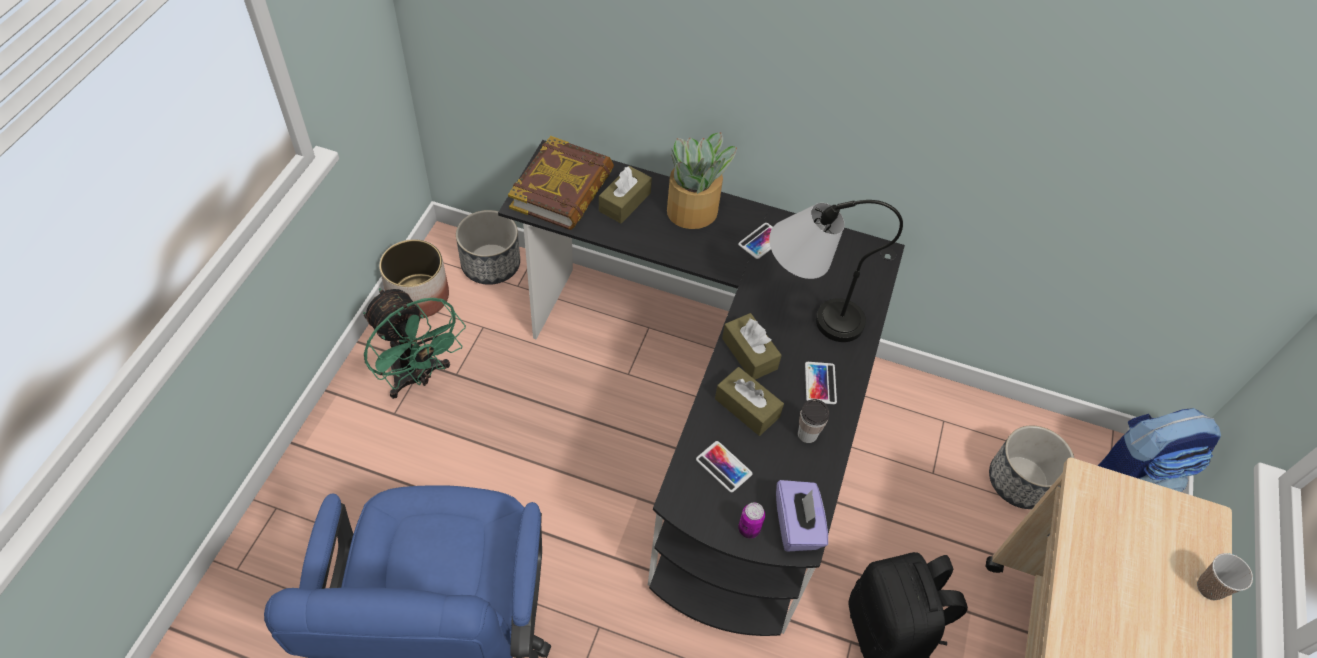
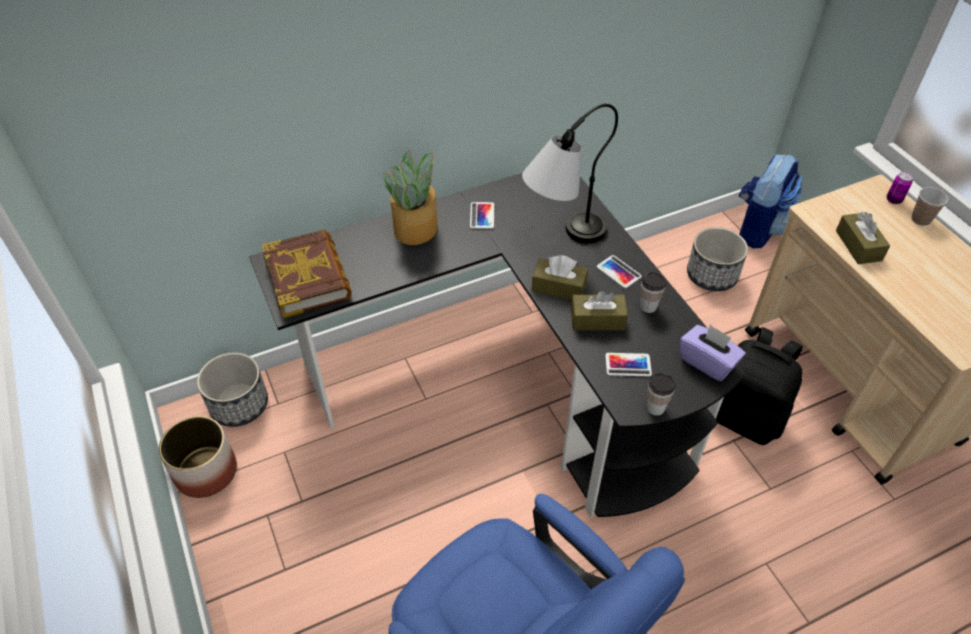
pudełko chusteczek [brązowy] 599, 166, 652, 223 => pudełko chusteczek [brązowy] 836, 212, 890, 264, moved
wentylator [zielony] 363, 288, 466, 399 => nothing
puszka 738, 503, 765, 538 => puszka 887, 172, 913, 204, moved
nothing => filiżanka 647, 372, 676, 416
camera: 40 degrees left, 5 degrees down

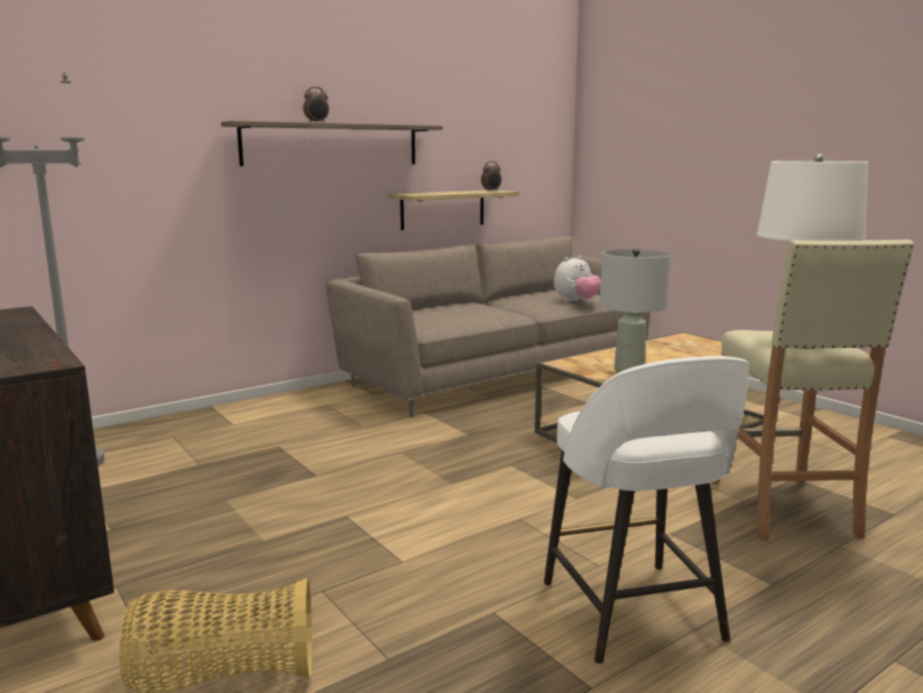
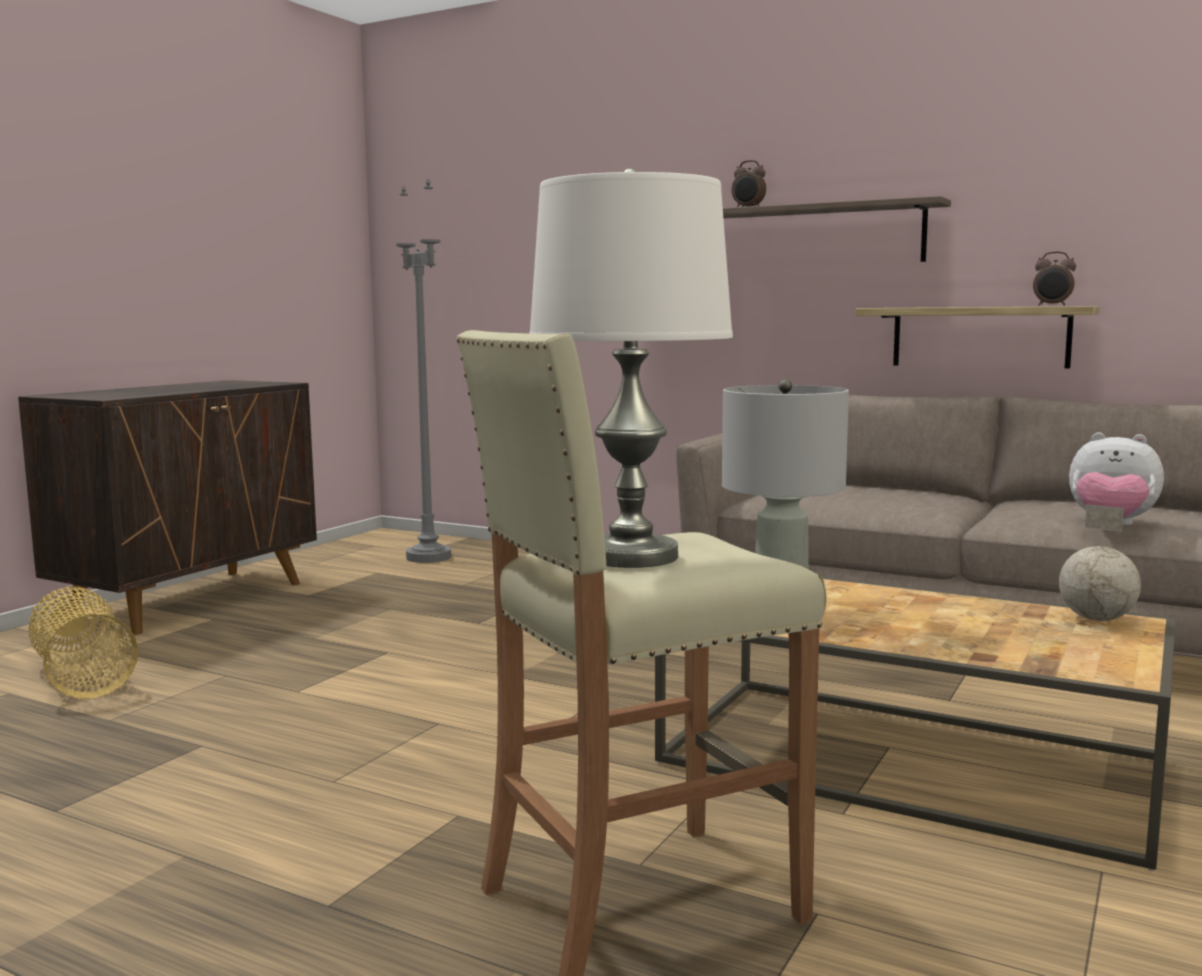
stołek [biały] 544, 356, 750, 664 => nothing
nothing => globus 1059, 505, 1141, 621
camera: 65 degrees right, 5 degrees down

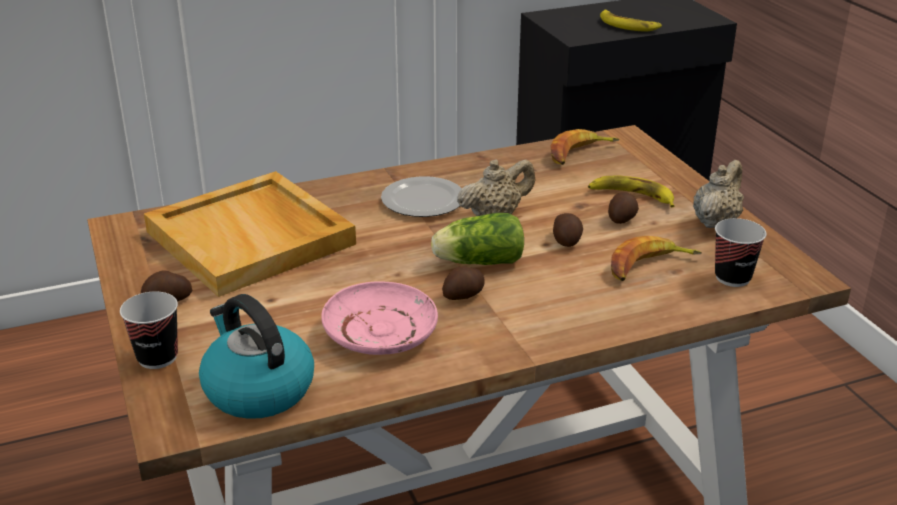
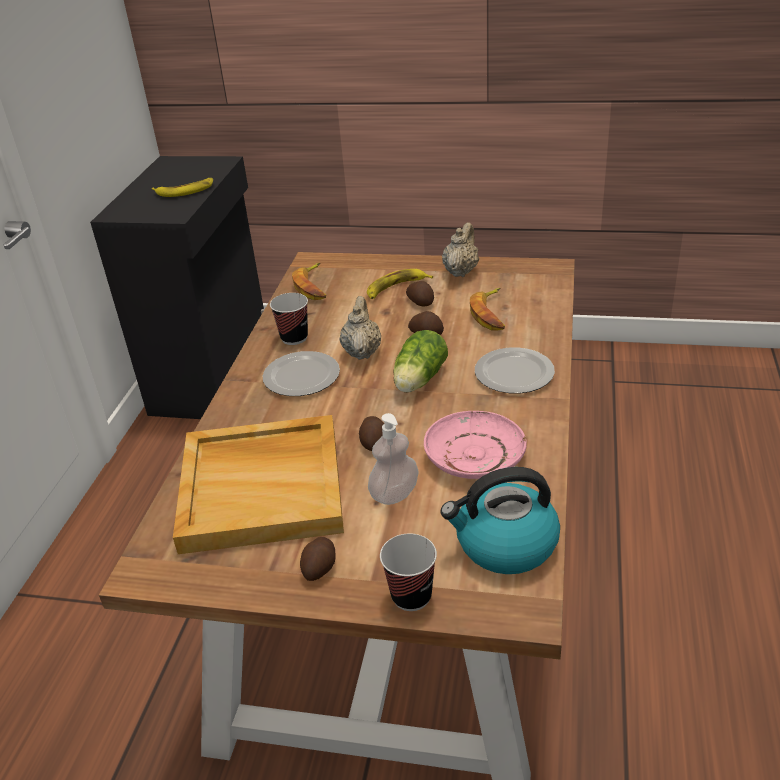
imbryk [beżowy] 693, 160, 744, 228 => imbryk [beżowy] 442, 222, 479, 277, 45 degrees clockwise
filiżanka 715, 218, 767, 287 => filiżanka 270, 293, 308, 345, moved
ziemniak 442, 266, 485, 300 => ziemniak 359, 416, 384, 451, moved
nothing => talerz 475, 347, 555, 394
nothing => dozownik mydła 368, 413, 419, 505
camera: 55 degrees left, 5 degrees up

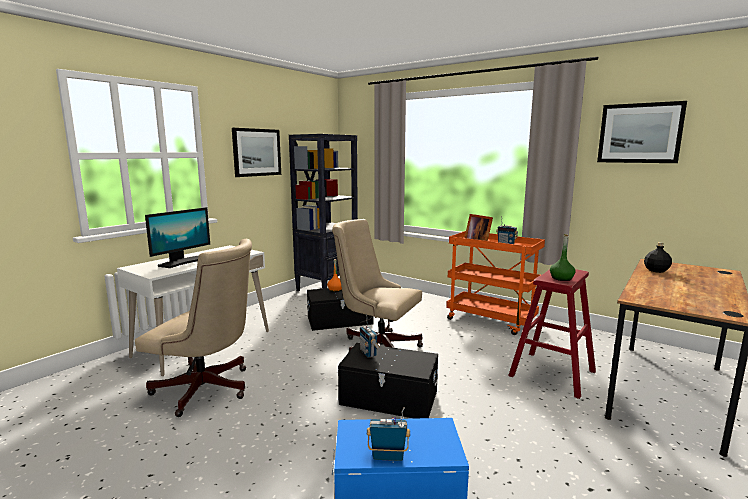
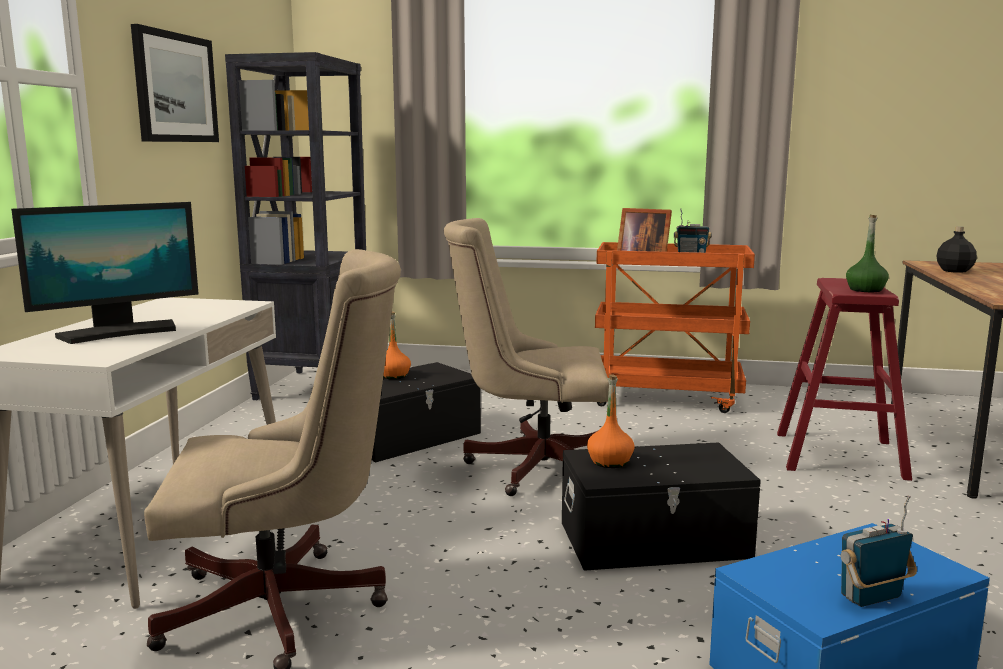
obraz 597, 101, 687, 163 => nothing
monitor 145, 207, 210, 268 => monitor 11, 202, 198, 344, 45 degrees clockwise
radio 360, 314, 380, 358 => butelka [pomarańczowy] 587, 374, 635, 468
camera: 25 degrees left, 0 degrees up

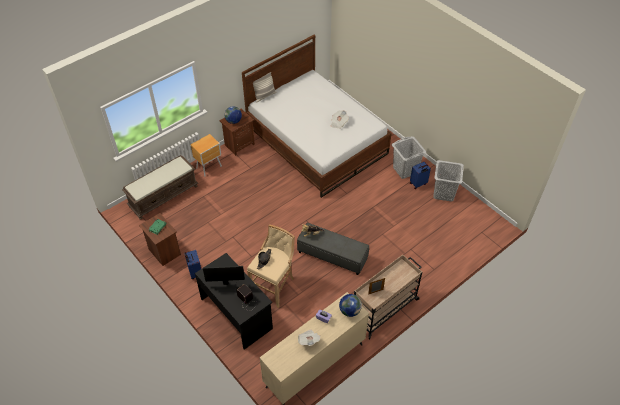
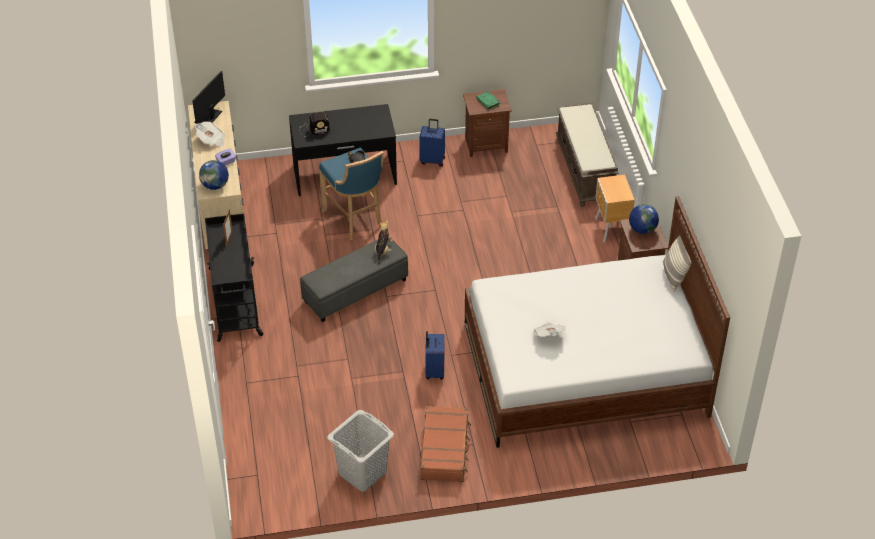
kosz na pranie [szary] 392, 136, 426, 179 => walizka [brązowy] 421, 406, 471, 482
walizka [niebieski] 410, 162, 431, 189 => walizka [niebieski] 425, 331, 445, 379, moved
stołek [beżowy] 247, 224, 295, 308 => stołek [niebieski] 319, 148, 384, 240
wózek [beżowy] 354, 255, 422, 339 => wózek [czarny] 205, 213, 263, 342
monitor 203, 266, 245, 294 => monitor 192, 71, 225, 124, moved
camera: 120 degrees right, 5 degrees down

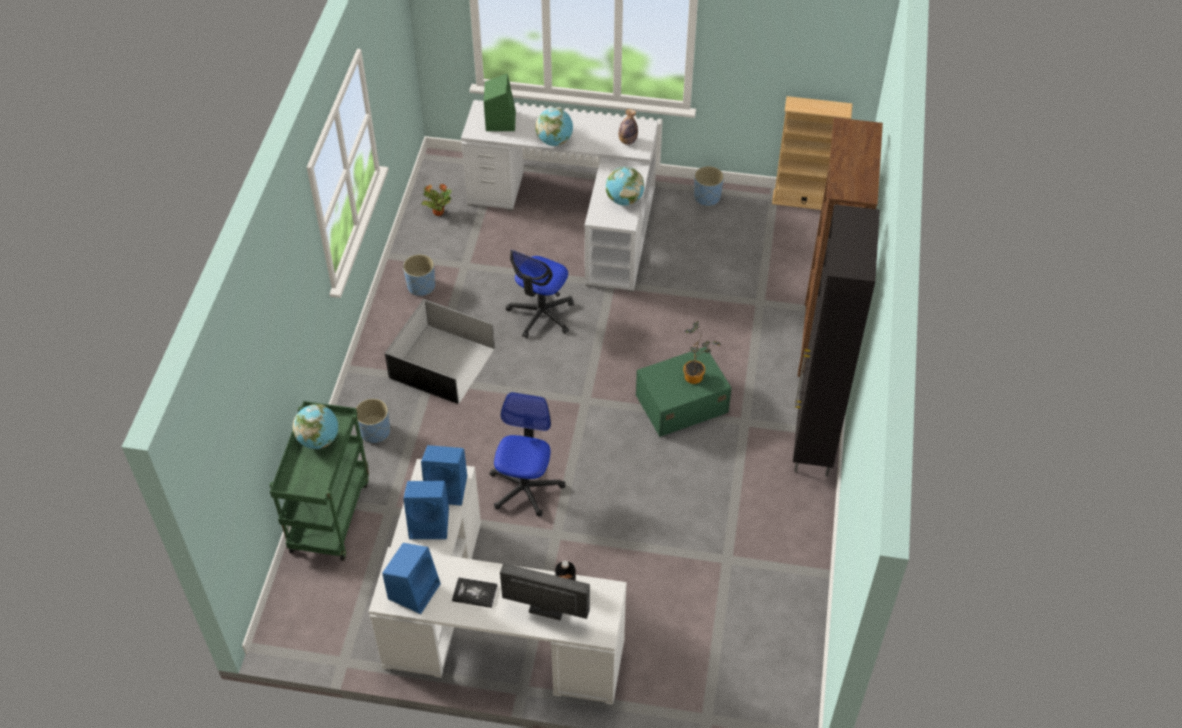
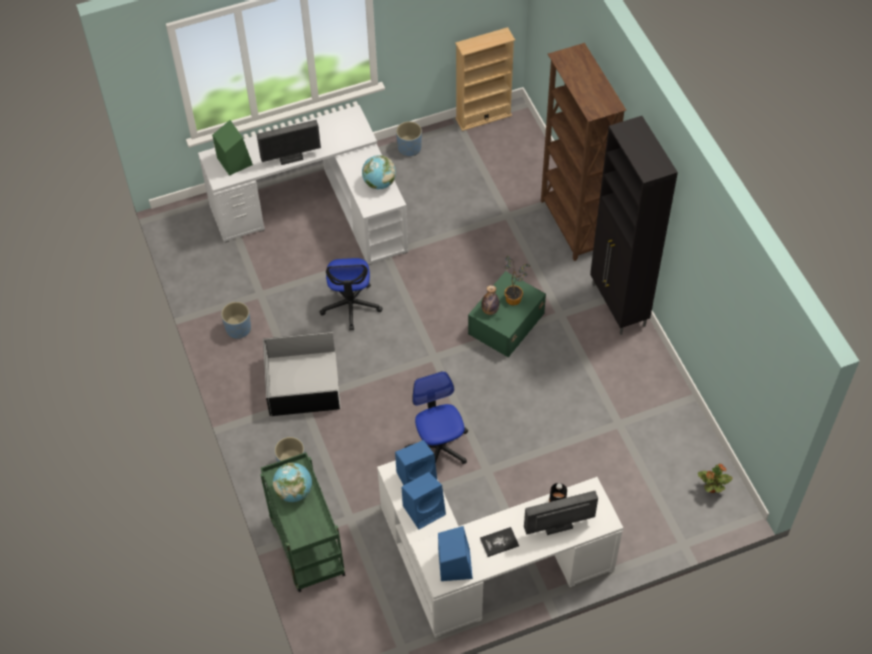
globus 535, 108, 573, 146 => monitor 256, 120, 321, 165
butelka 619, 109, 638, 145 => butelka 481, 285, 499, 315, moved
roślina doniczkowa 422, 184, 452, 216 => roślina doniczkowa 698, 464, 733, 493, moved
camera: 30 degrees left, 5 degrees up

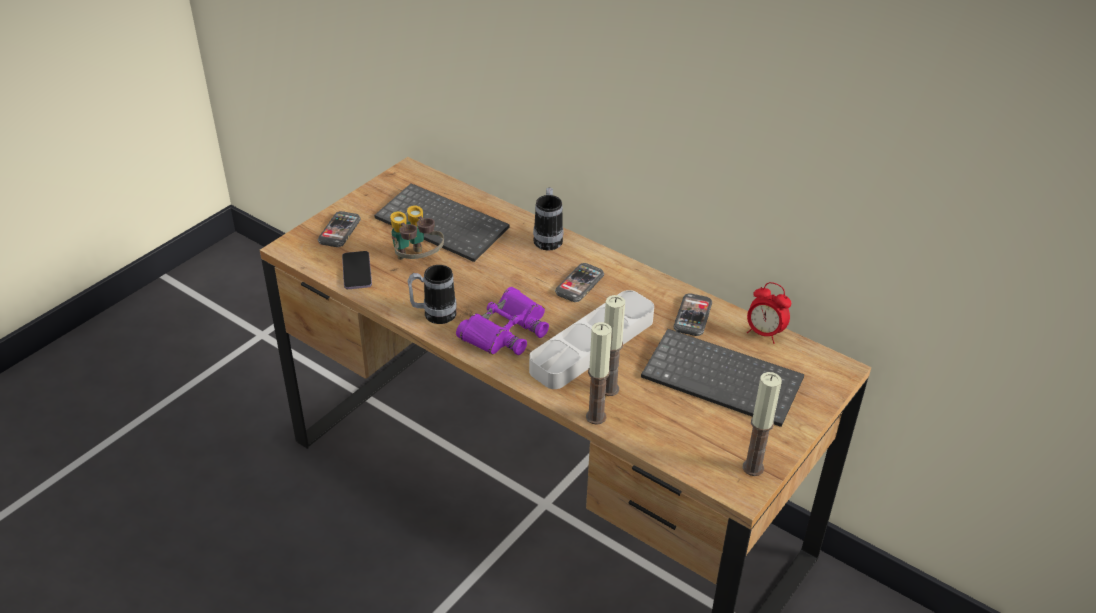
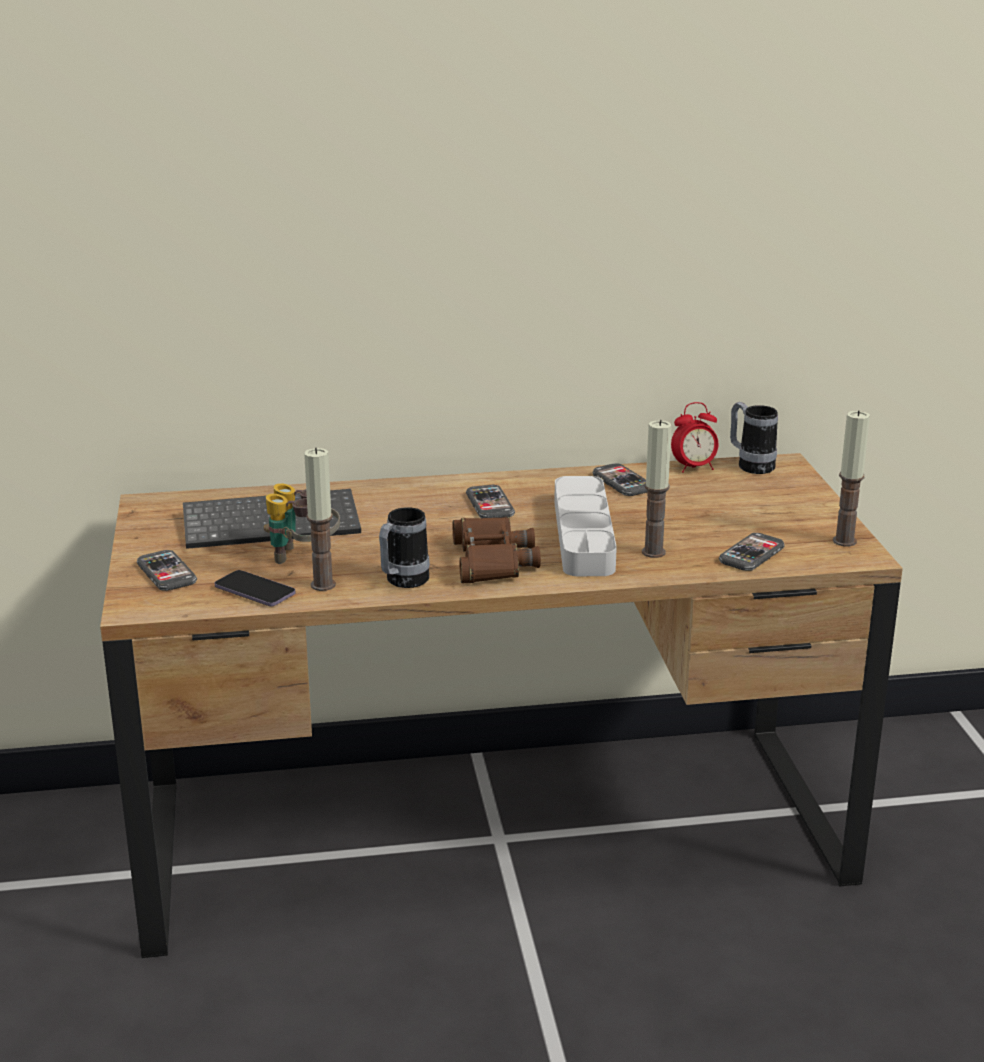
kubek 533, 187, 563, 250 => kubek 730, 402, 778, 474, moved
lornetka [fioletowy] 456, 287, 549, 355 => lornetka [brązowy] 453, 517, 541, 583
świeca 586, 322, 612, 425 => świeca 304, 448, 336, 591, moved
klawiatura 641, 329, 804, 427 => nothing
nothing => telefon 719, 533, 785, 571
camera: 45 degrees left, 15 degrees down

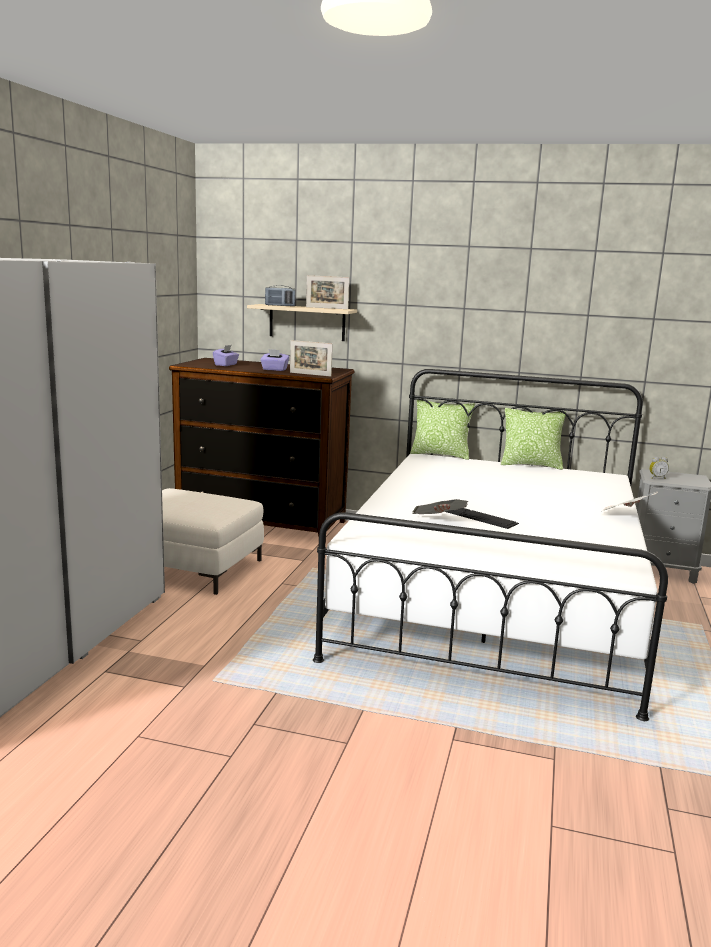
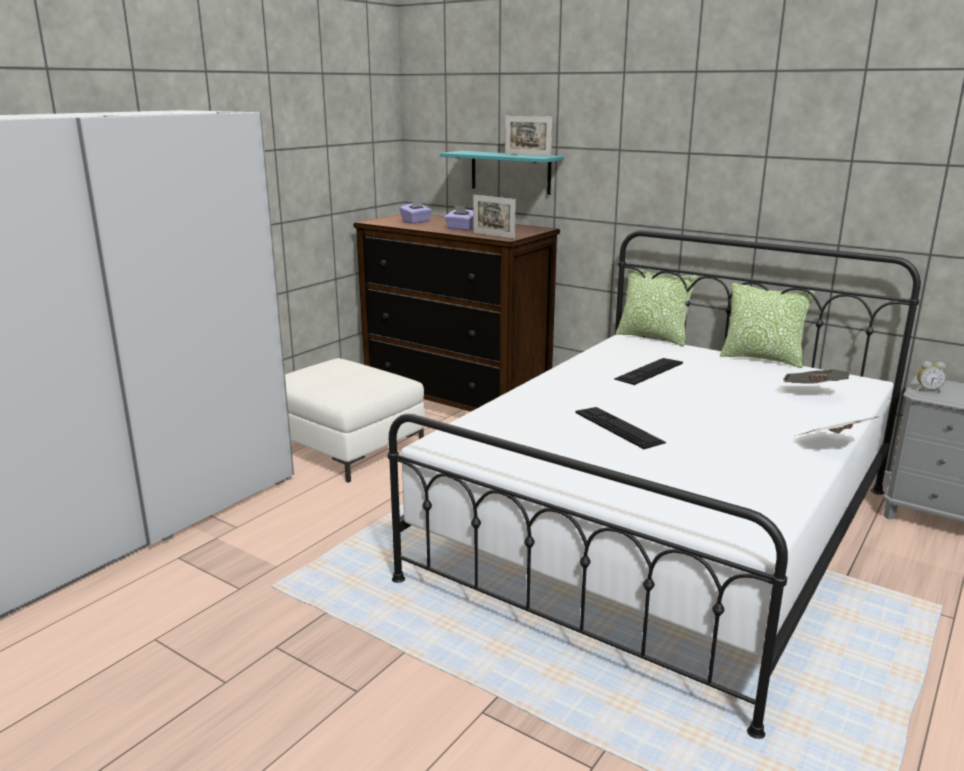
radio 265, 285, 296, 306 => nothing
półka [beżowy] 247, 304, 357, 341 => półka [turkusowy] 440, 151, 564, 195
gazeta 412, 499, 468, 514 => gazeta 783, 370, 849, 383, moved
nothing => klawiatura 614, 358, 683, 385
camera: 20 degrees right, 5 degrees up

